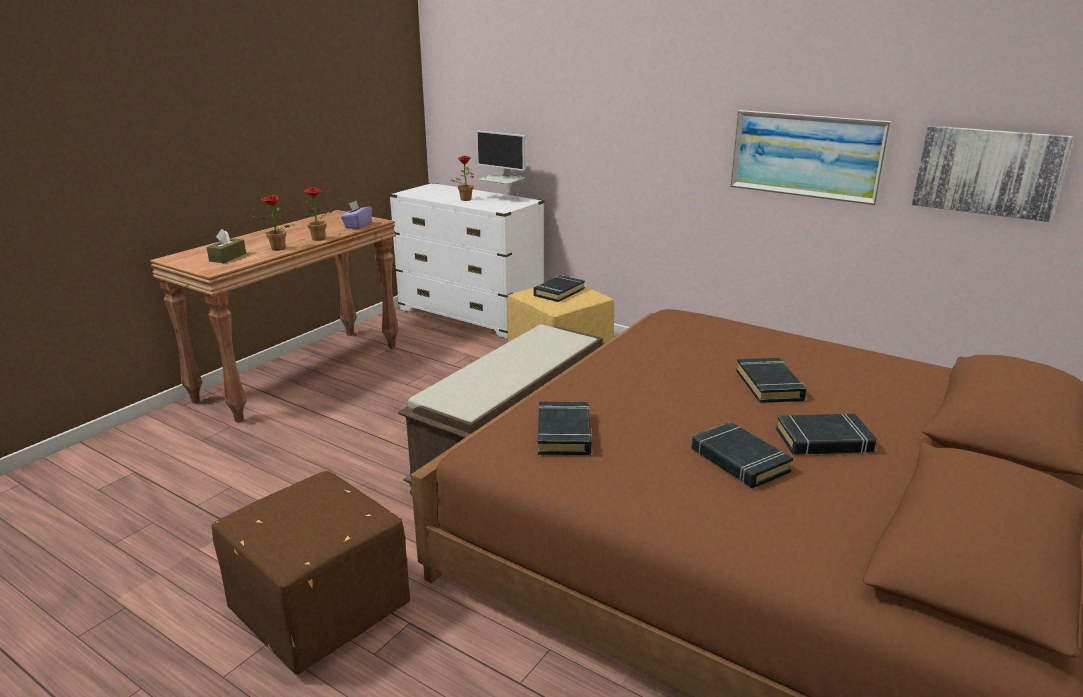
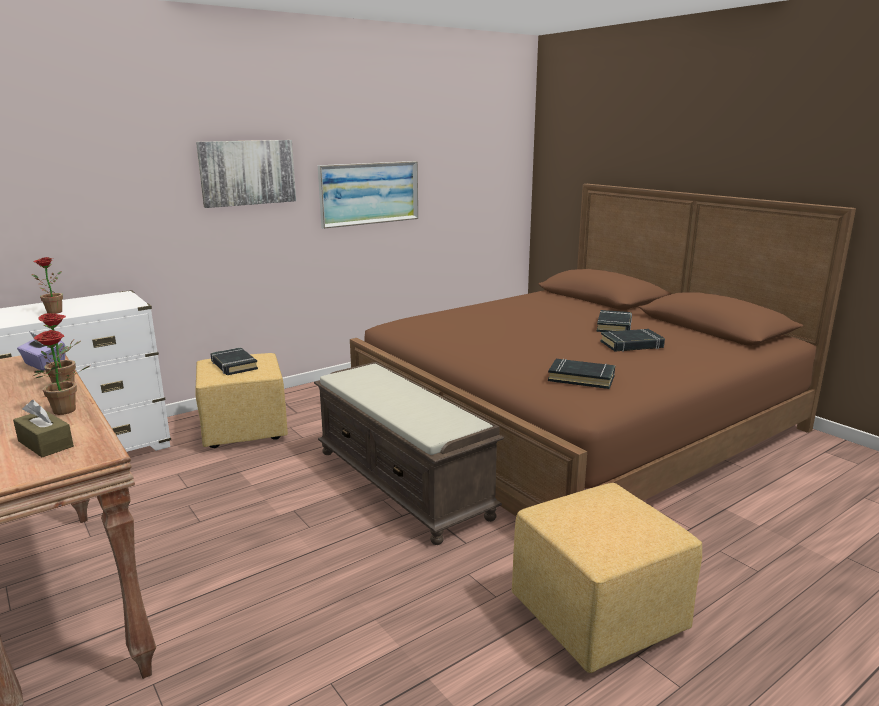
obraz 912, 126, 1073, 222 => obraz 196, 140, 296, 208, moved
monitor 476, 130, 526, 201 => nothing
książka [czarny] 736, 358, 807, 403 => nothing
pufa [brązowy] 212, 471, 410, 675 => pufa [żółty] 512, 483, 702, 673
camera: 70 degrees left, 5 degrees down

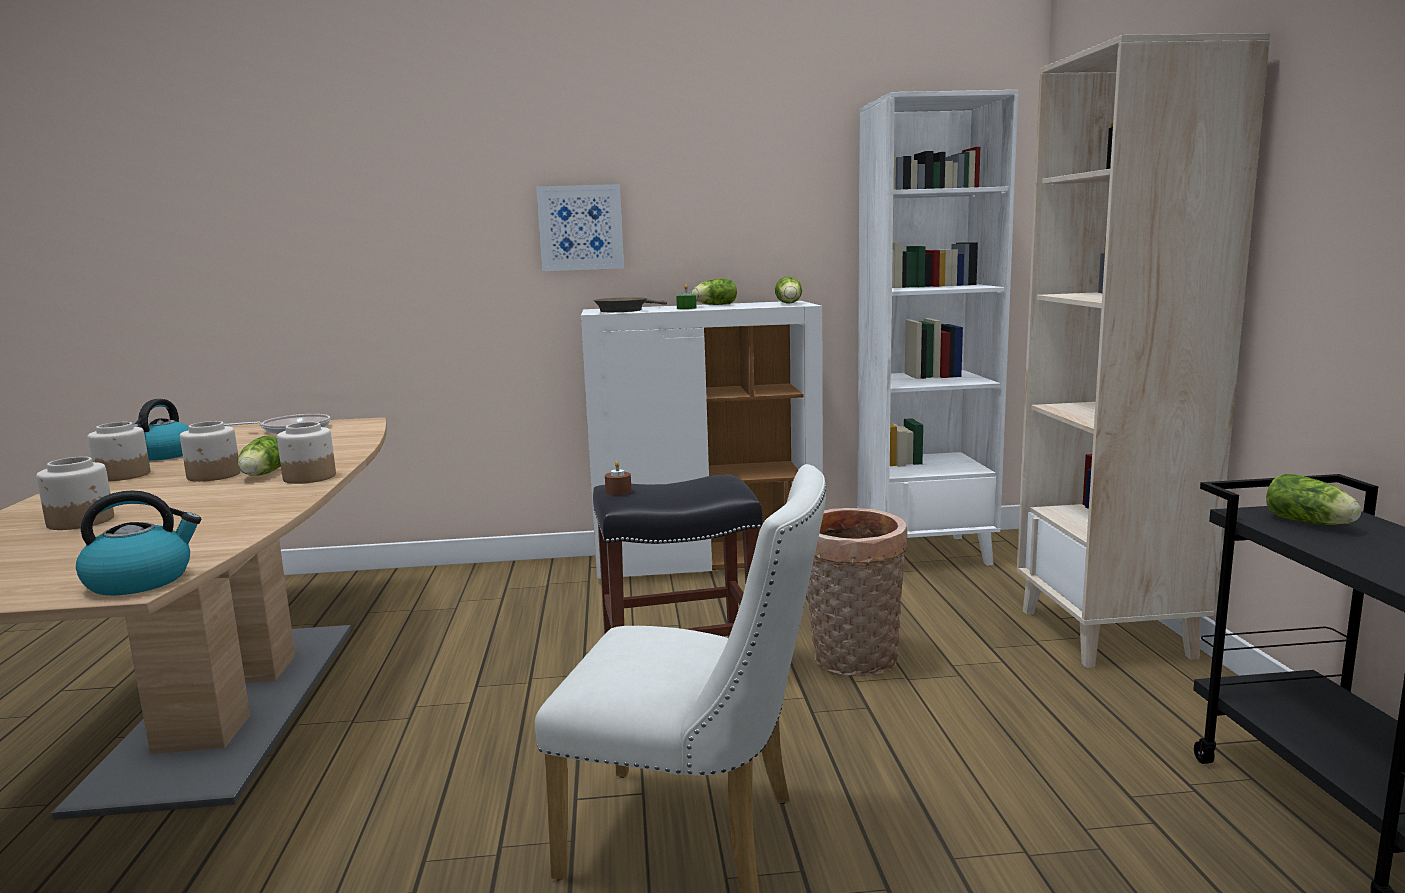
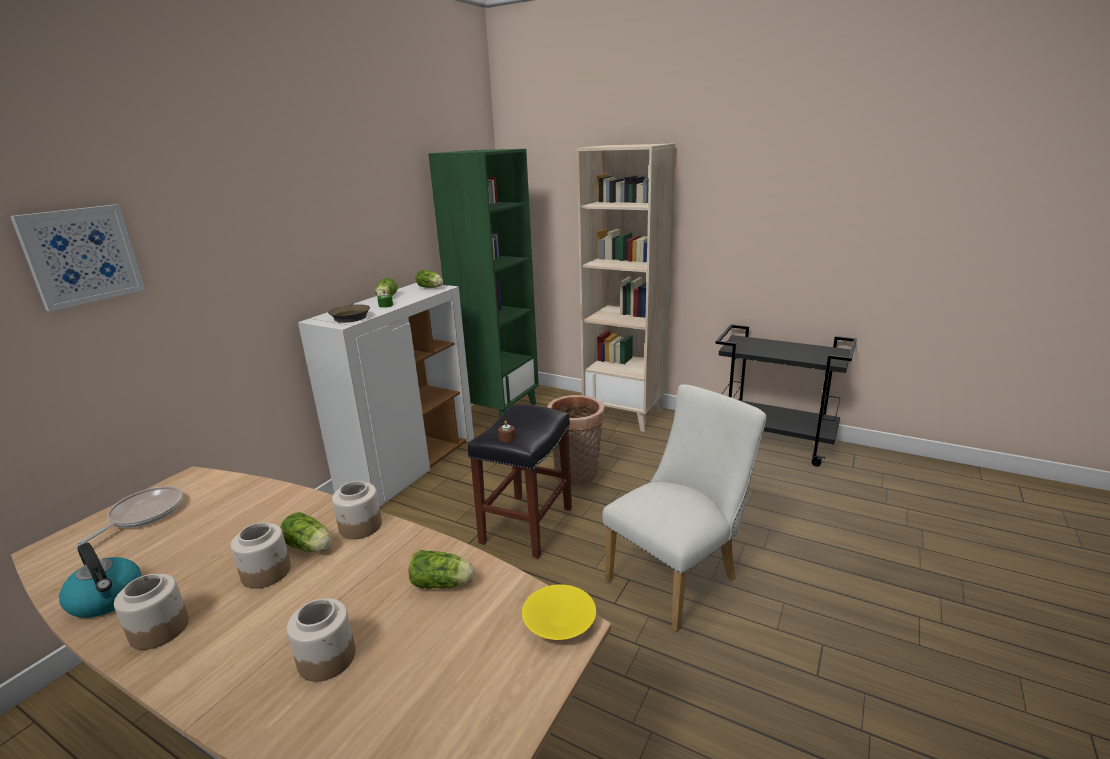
regał [biały] 857, 90, 1019, 566 => regał [zielony] 429, 149, 539, 418
obraz 536, 184, 624, 271 => obraz 10, 204, 145, 311, moved
sałata 1266, 473, 1361, 525 => sałata 409, 550, 474, 589, moved
czajnik 76, 490, 202, 595 => miska [żółty] 522, 584, 596, 640
camera: 55 degrees left, 10 degrees up

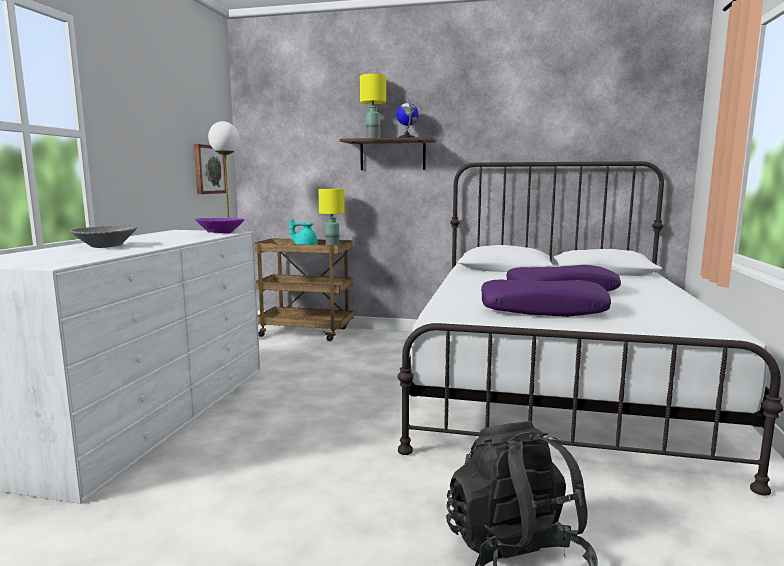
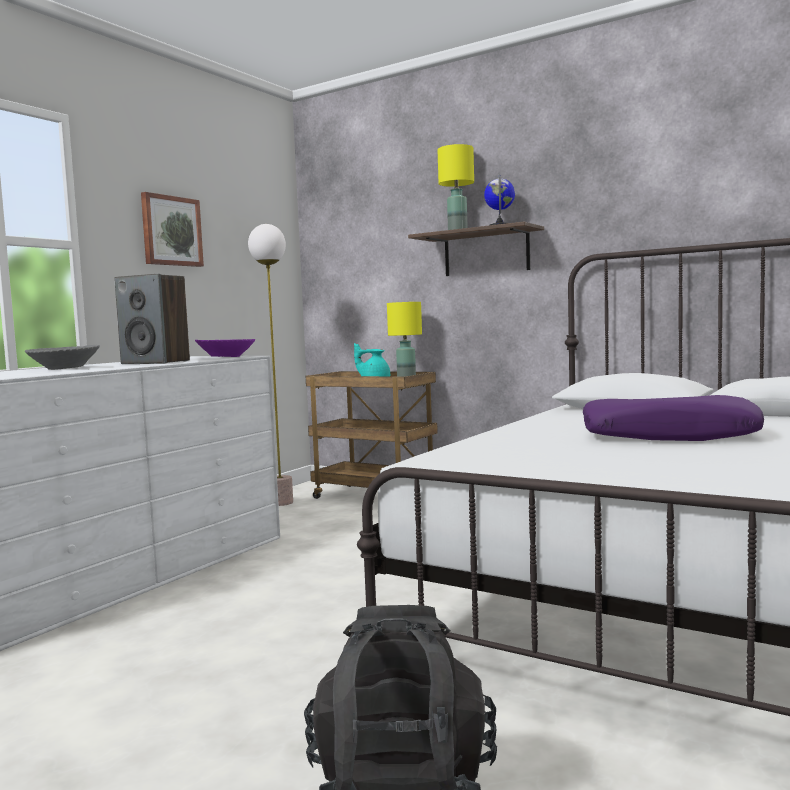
obraz 194, 144, 226, 194 => obraz 141, 192, 204, 267, moved
poduszka [fioletowy] 481, 280, 611, 317 => nothing
nothing => głośnik 114, 274, 190, 364
camera: 20 degrees right, 5 degrees down

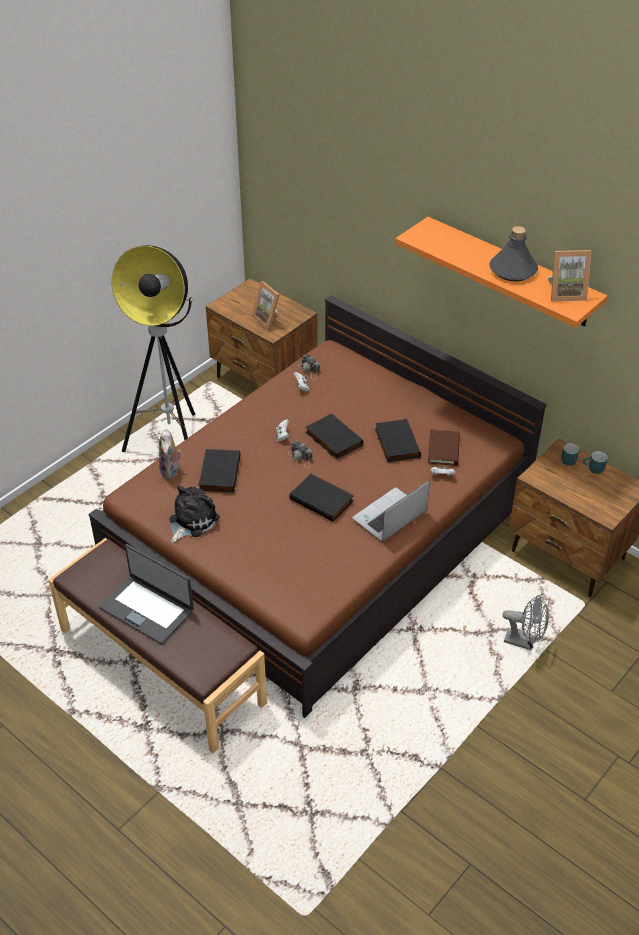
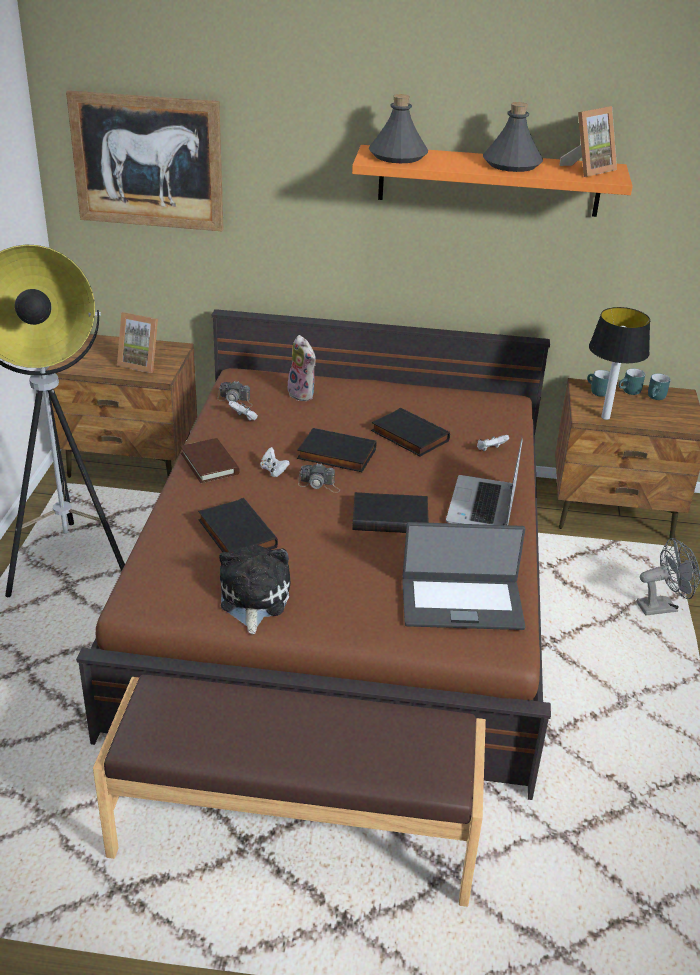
pluszak 159, 429, 181, 479 => pluszak 288, 335, 316, 401, moved
książka [brązowy] 428, 430, 460, 466 => książka [brązowy] 180, 438, 240, 483, moved
laptop 99, 544, 194, 644 => laptop 402, 522, 526, 630, moved
nothing => obraz 66, 90, 224, 231
nothing => butelka [szary] 369, 94, 428, 163
nothing => lampa stołowa 589, 307, 650, 420
nothing => kubek [turkusowy] 648, 373, 671, 400
camera: 35 degrees left, 10 degrees down

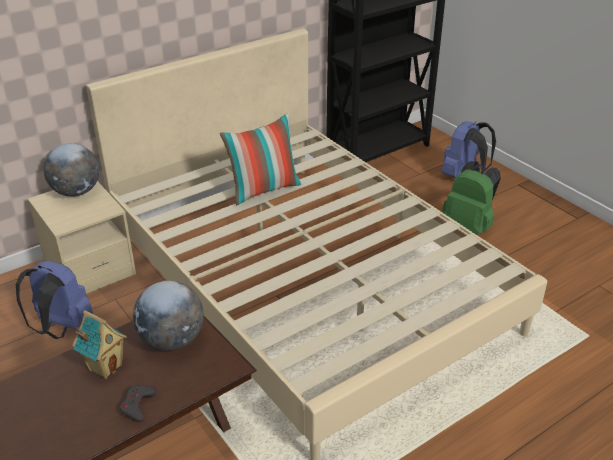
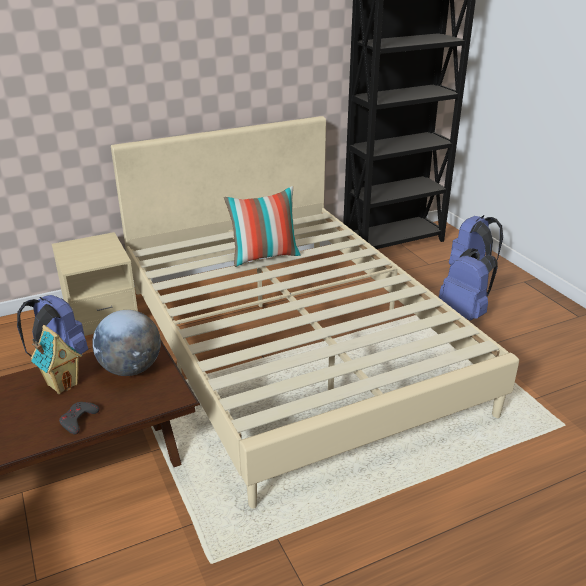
globus 44, 143, 99, 197 => nothing
plecak [zielony] 442, 161, 501, 235 => plecak [niebieski] 439, 248, 498, 321
camera: 10 degrees right, 5 degrees down

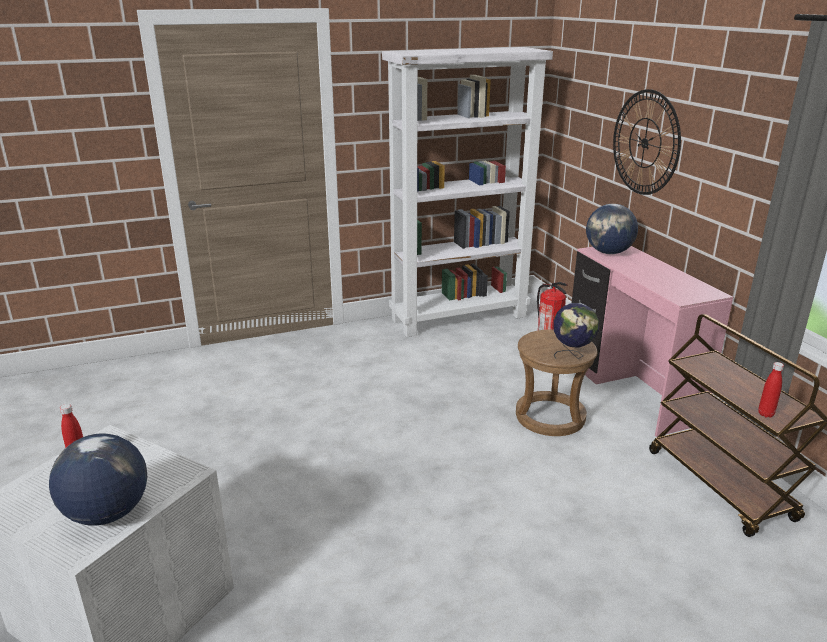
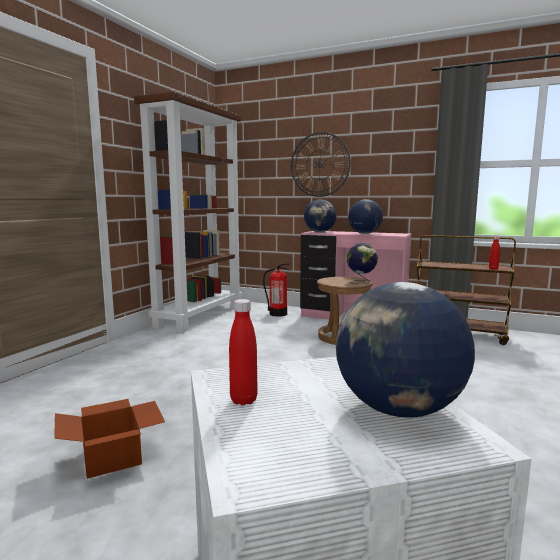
regał [biały] 382, 47, 553, 337 => regał [brązowy] 134, 91, 242, 333
nothing => globus 348, 199, 383, 234
nothing => karton 54, 399, 165, 479
camera: 45 degrees left, 15 degrees down

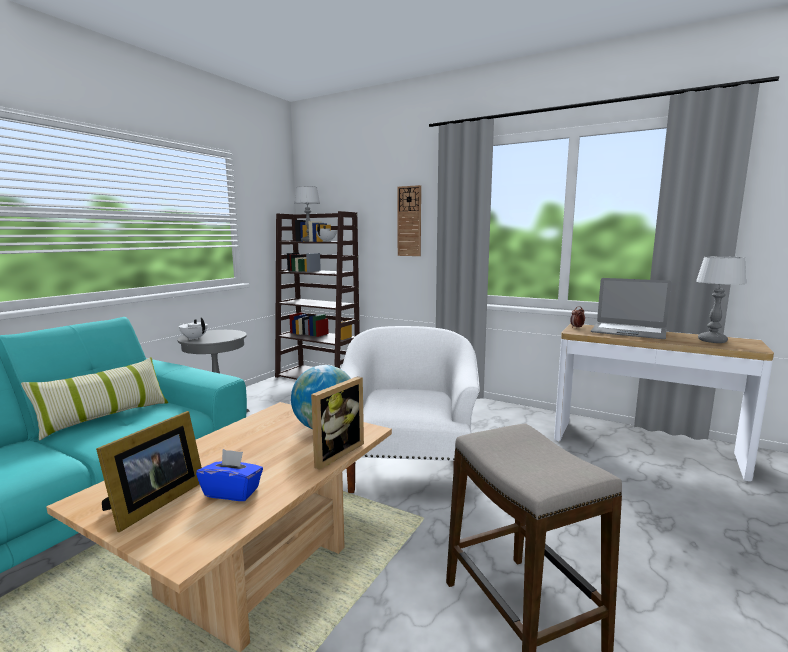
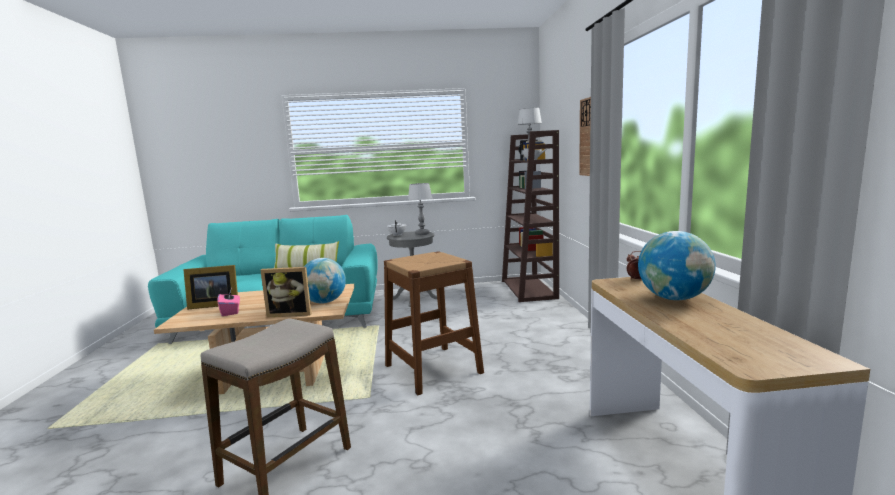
lampa stołowa 696, 256, 747, 343 => lampa stołowa 408, 183, 432, 235, moved
laptop 591, 278, 672, 339 => globus 638, 231, 715, 300
fotel [biały] 341, 326, 480, 493 => stołek [brązowy] 384, 251, 484, 395
pudełko chusteczek [niebieski] 196, 449, 263, 501 => pudełko chusteczek [różowy] 217, 290, 240, 316
camera: 55 degrees right, 0 degrees up

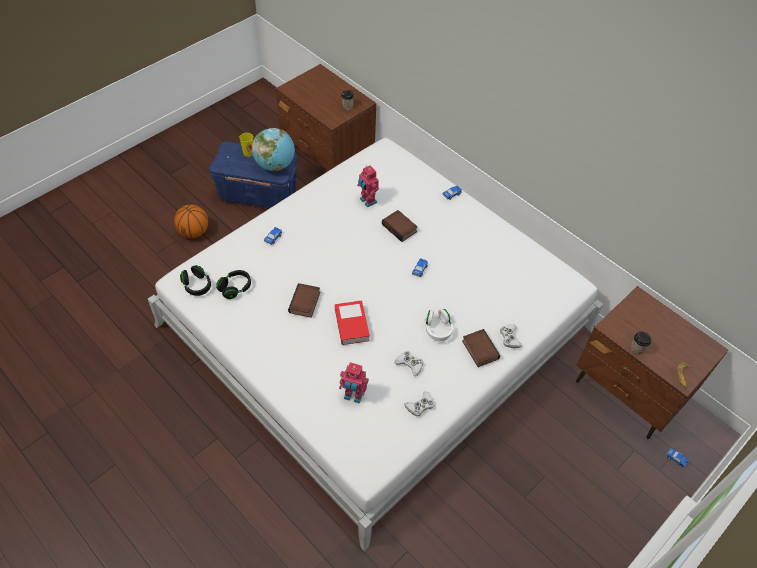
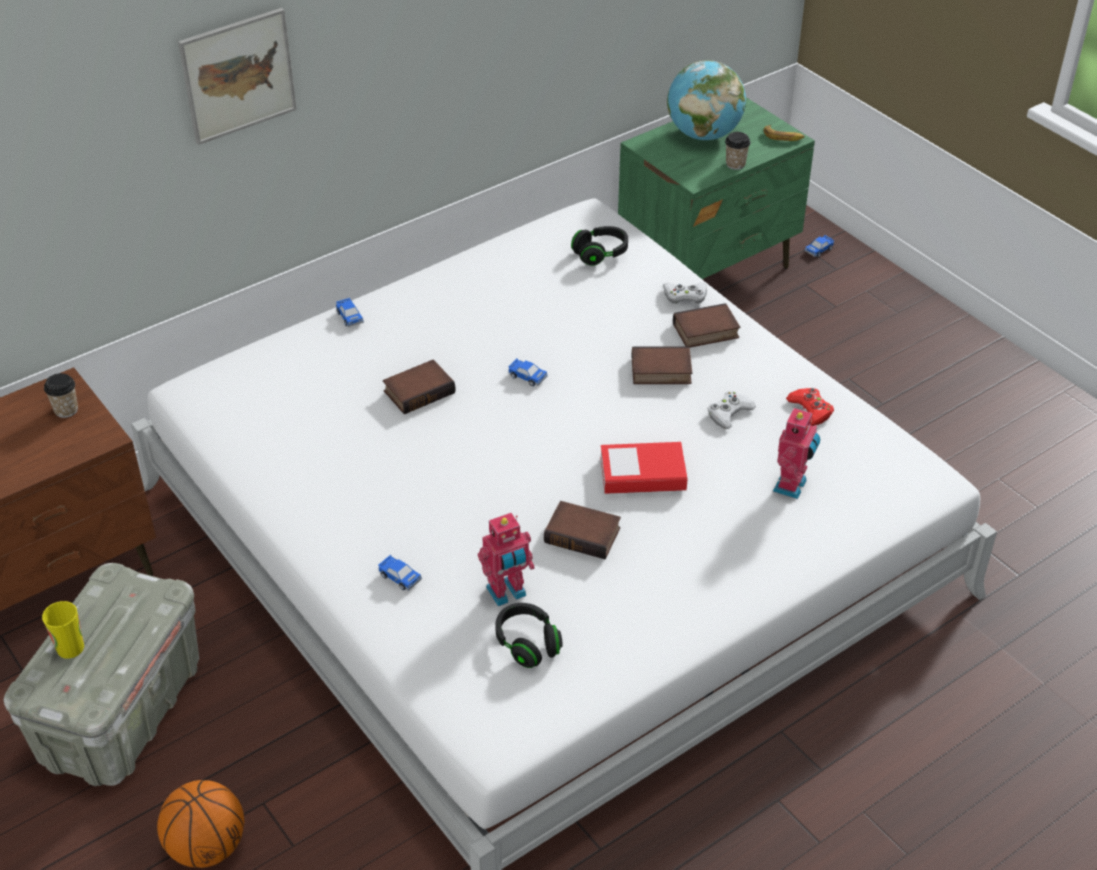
globus 252, 128, 295, 171 => globus 667, 60, 746, 140, moved
pojemnik do przechowywania [niebieski] 209, 141, 298, 208 => pojemnik do przechowywania [szary] 4, 563, 199, 786
robot zabawkowy 357, 165, 379, 207 => robot zabawkowy 478, 513, 535, 606, moved
słuchawki [czarny] 180, 265, 211, 296 => słuchawki [czarny] 571, 226, 628, 266, moved
szafka nocna [brązowy] 576, 286, 729, 439 => szafka nocna [zielony] 618, 97, 815, 279
słuchawki [biały] 425, 309, 453, 341 => książka 632, 346, 692, 384
pad do gier [biały] 404, 391, 434, 416 => pad do gier [czerwony] 786, 388, 834, 426
nothing => obraz 178, 8, 297, 145
camera: 80 degrees left, 10 degrees down

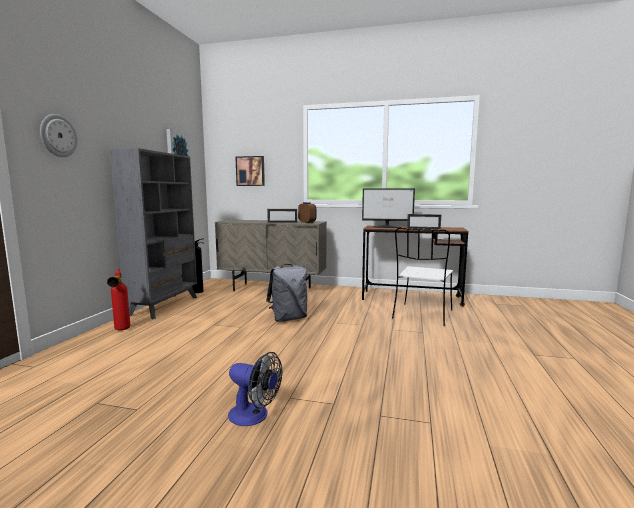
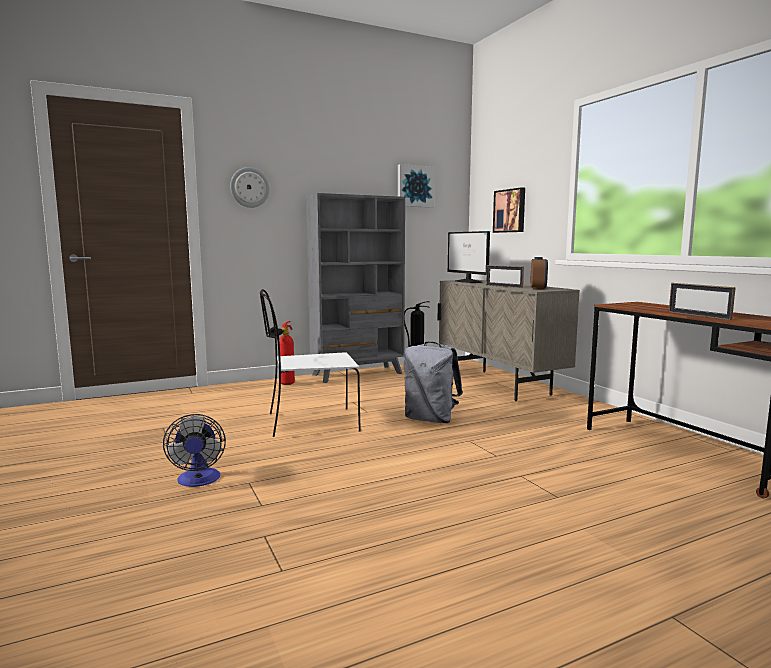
monitor 362, 188, 415, 228 => monitor 448, 231, 490, 283, moved
krzesło [biały] 392, 228, 453, 326 => krzesło [biały] 260, 289, 361, 437, moved
camera: 50 degrees right, 0 degrees up

